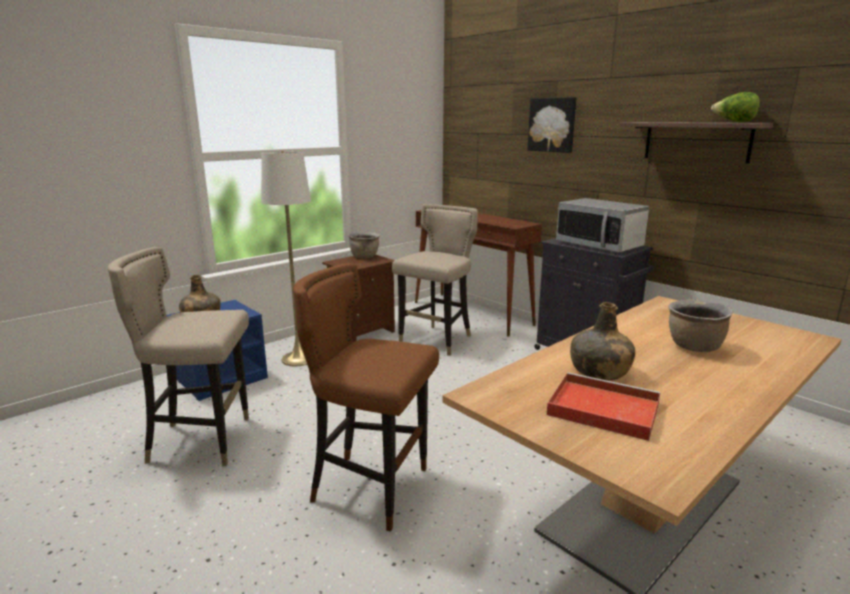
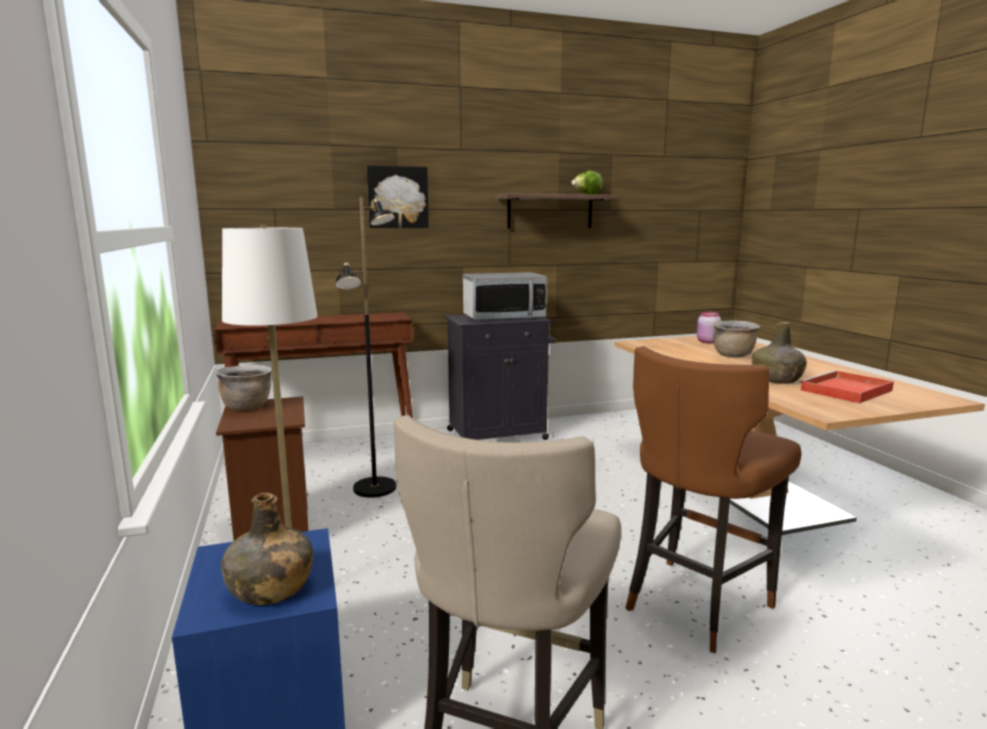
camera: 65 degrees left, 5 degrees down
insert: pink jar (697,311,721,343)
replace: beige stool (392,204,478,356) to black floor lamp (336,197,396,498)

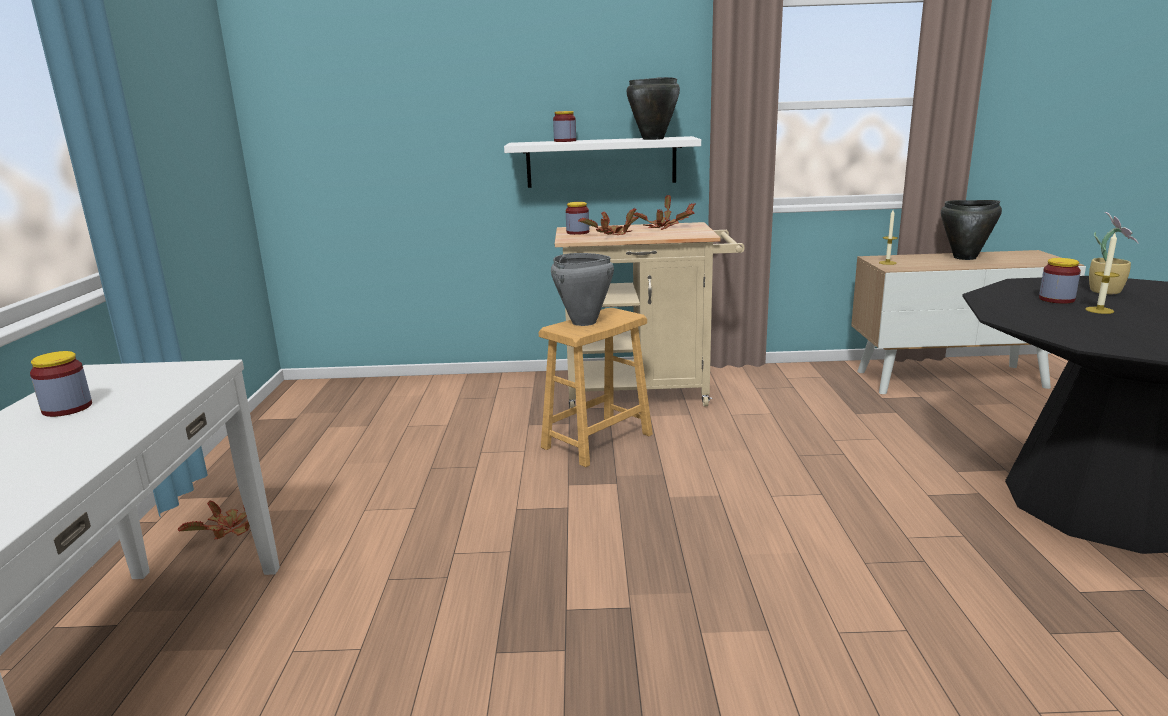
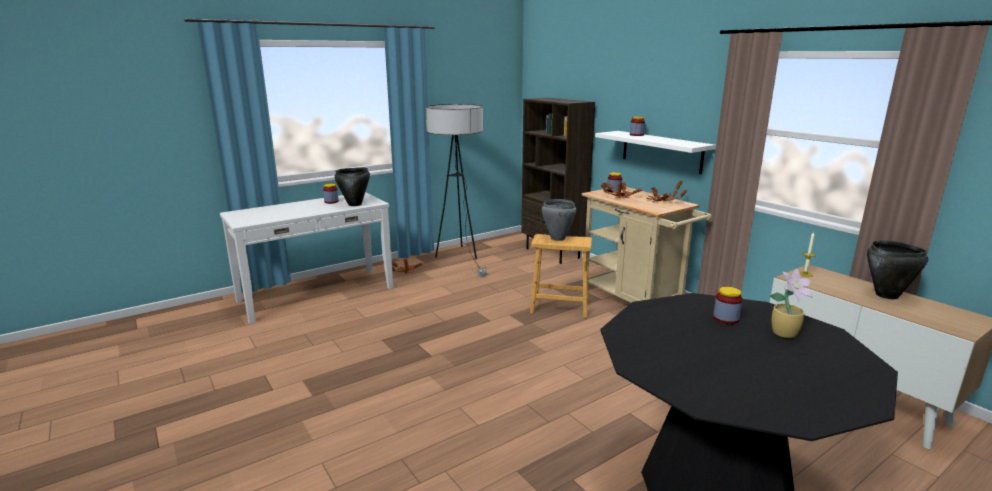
camera: 55 degrees right, 0 degrees up
delete: candle (1085,233,1119,314)
insert: floor lamp (426,104,487,277); brown bookcase (521,98,595,264)
move: black cooking pot (627,77,680,140) to (334,168,370,206)

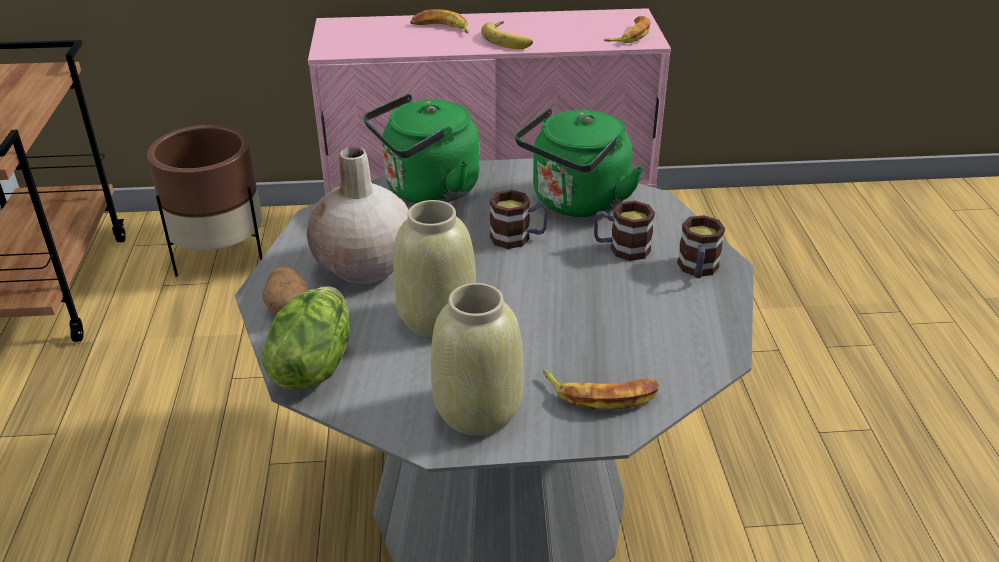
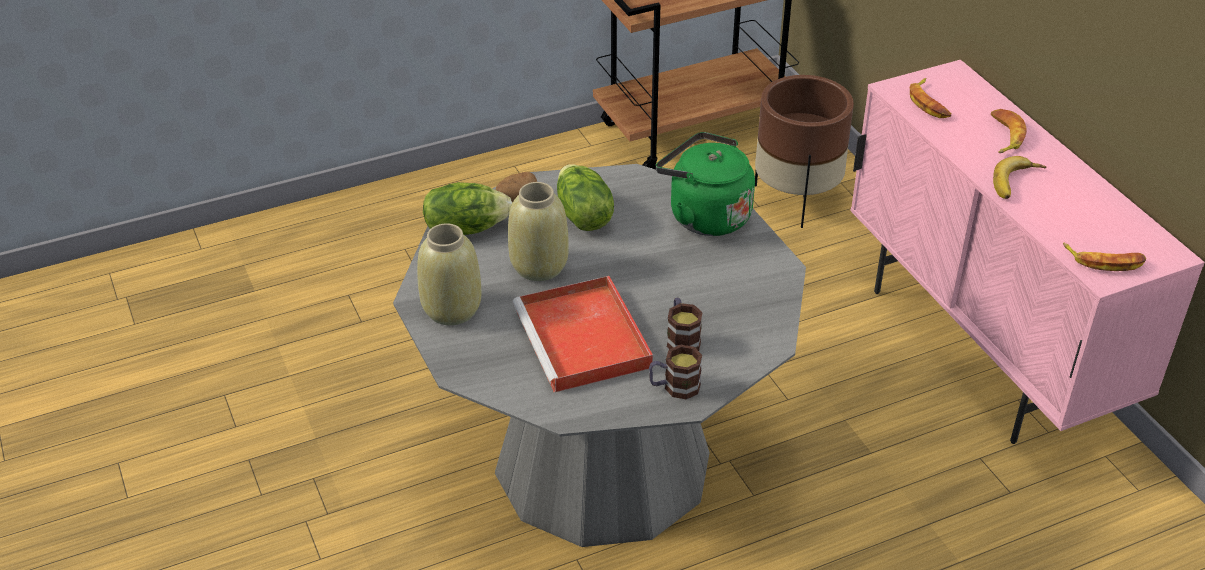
camera: 70 degrees right, 5 degrees up
delete: mug (490,190,549,249); green kettle (515,107,644,217)
insert: red tray (513,276,653,392)
move: banana (543,370,659,410) to (910,78,951,118)
replace: beige vase (307,147,409,284) to lettuce (557,164,614,231)

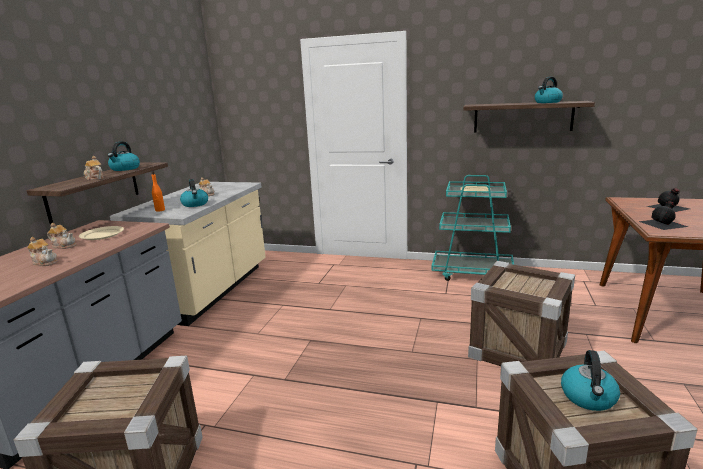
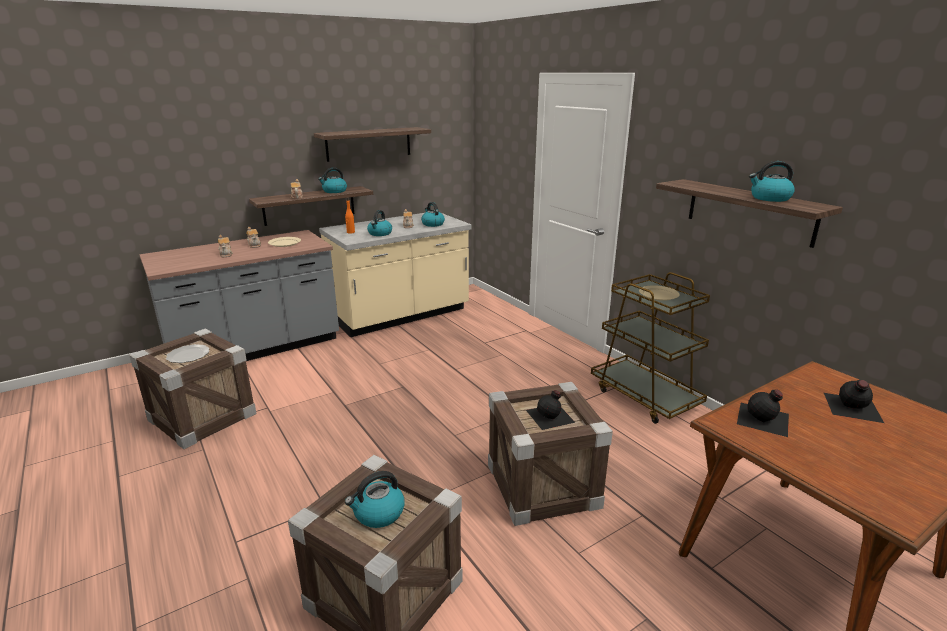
camera: 40 degrees right, 5 degrees up
insert: plate (166,344,210,363); shelf (314,127,431,162); kettle (421,202,445,227); black bottle (526,390,575,430)
recolor: turquoise cart (431,175,514,281) to brown cart (591,272,710,424)

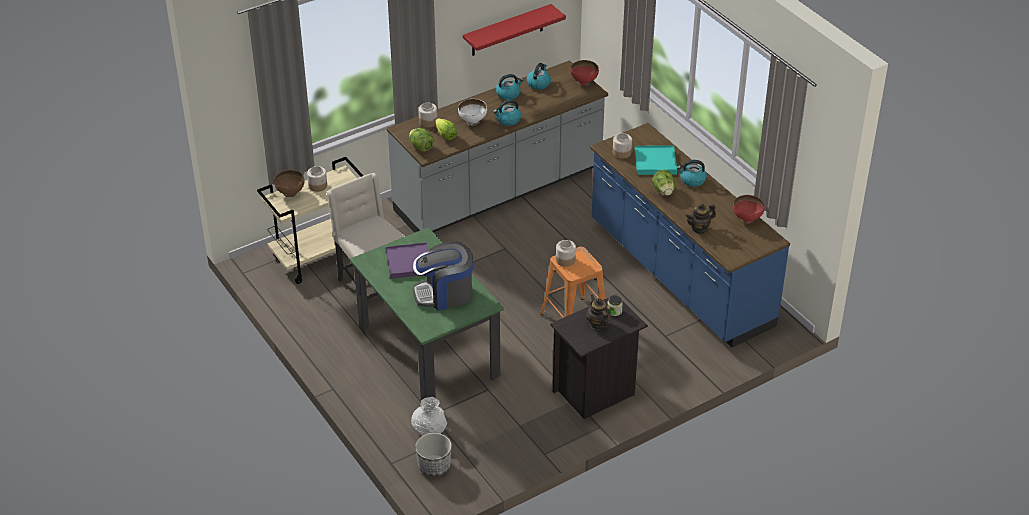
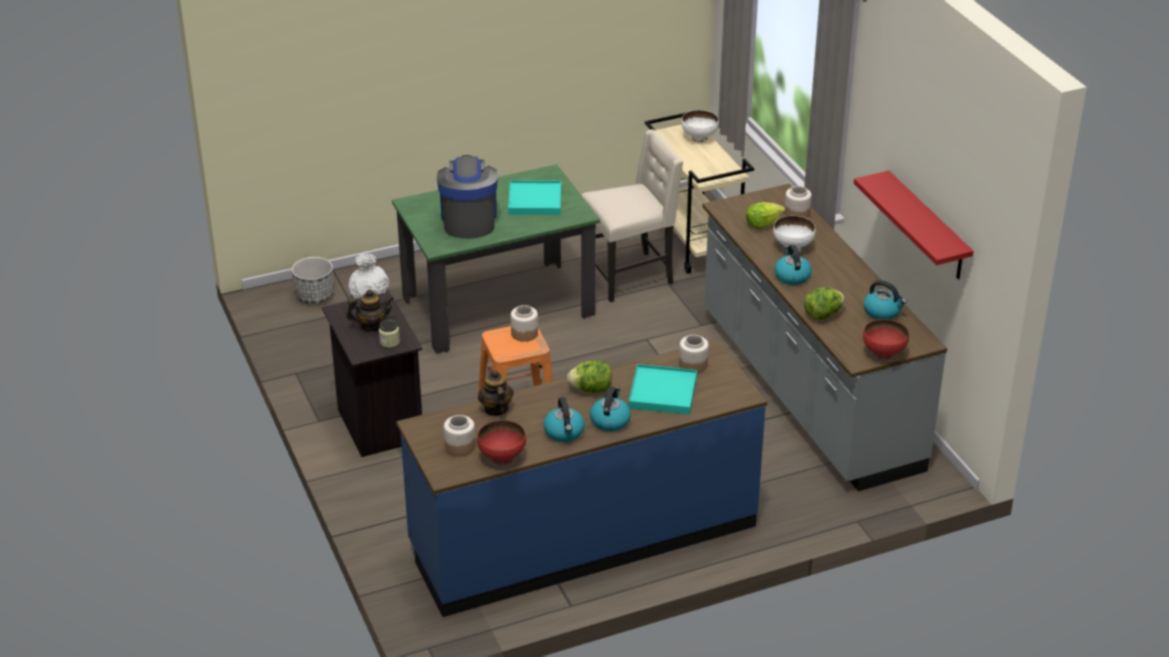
camera: 100 degrees right, 5 degrees down
move: jar (307,166,327,192) to (444,415,475,456); lettuce (409,128,434,152) to (804,287,845,320); kettle (496,74,523,100) to (543,397,585,442)
recolor: brown bowl (274,170,305,197) to white bowl (681,110,719,143); purple tray (386,242,429,279) to turquoise tray (508,180,561,215)

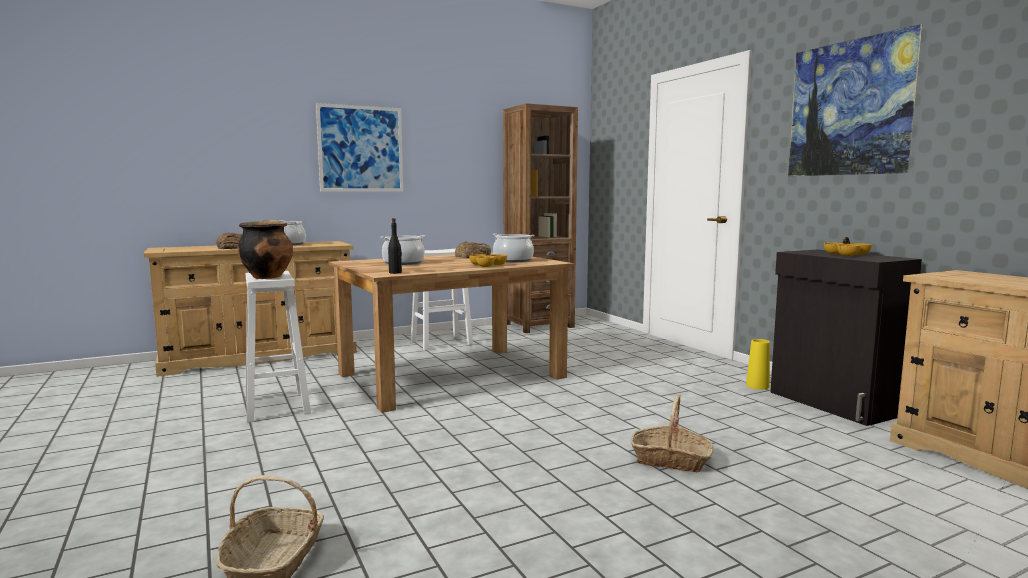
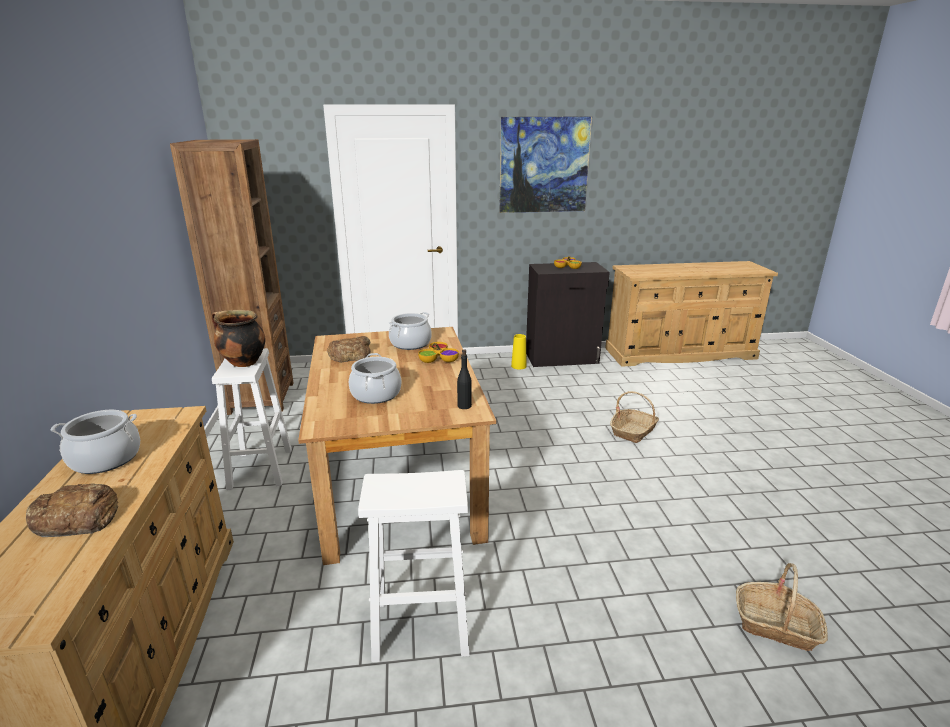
camera: 70 degrees left, 15 degrees up
delete: picture (316,103,403,191)
move: cooking pot (237,220,293,279) to (212,310,265,367)

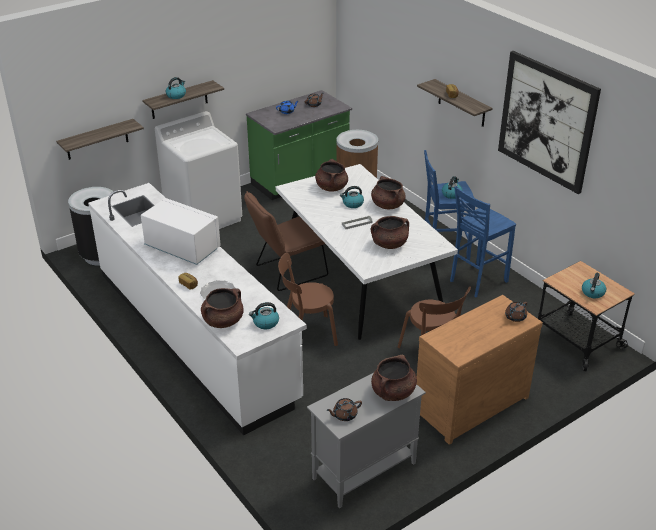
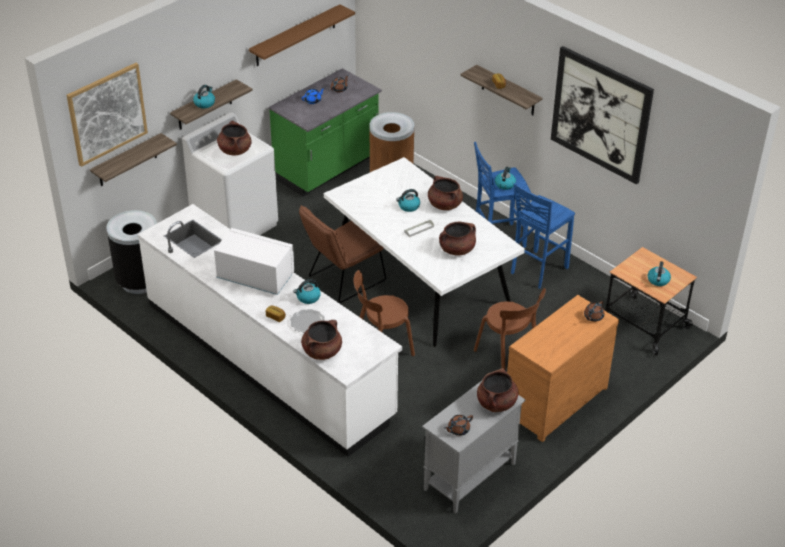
camera: 10 degrees left, 5 degrees up
insert: picture (67,63,148,167); brown shelf (249,4,355,66)
move: kettle (249,302,279,329) to (293,279,321,304); brown cooking pot (315,159,348,192) to (217,121,252,156)

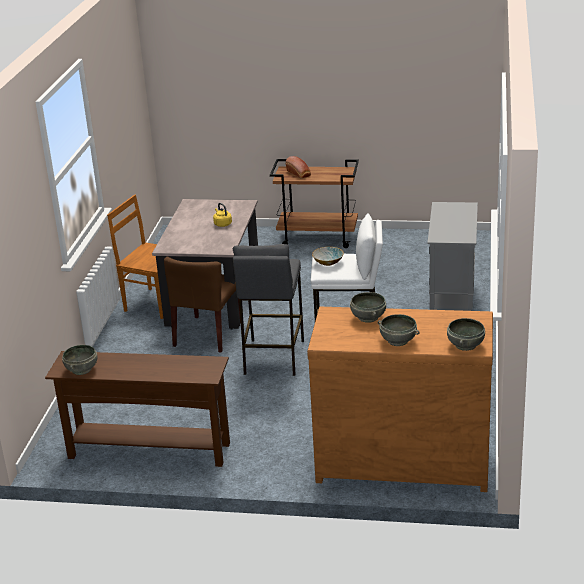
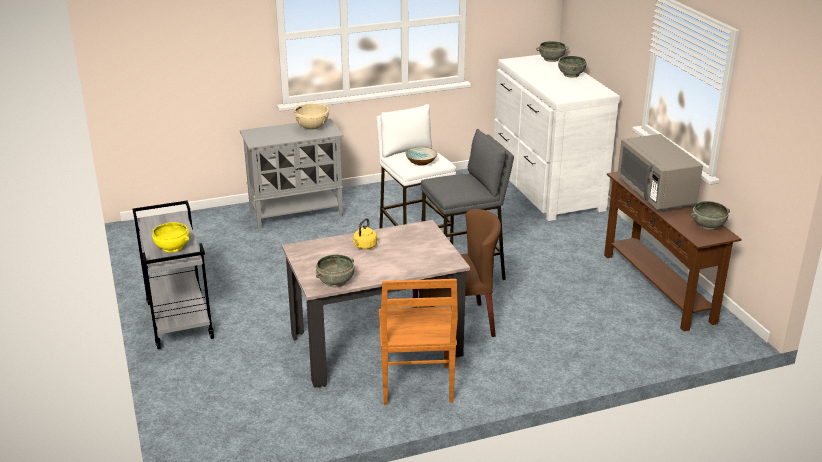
camera: 120 degrees left, 0 degrees up
insert: beige cooking pot (294,103,329,129); grey microwave (617,134,703,211)
move: grey bowl (350,292,386,323) to (316,254,355,287)
replace: bread (286,156,311,179) to yellow bowl (152,222,189,253)
recolor: brown cart (270,159,359,248) to grey cart (132,200,214,349); brown dresser (307,307,493,492) to white dresser (494,55,620,221)

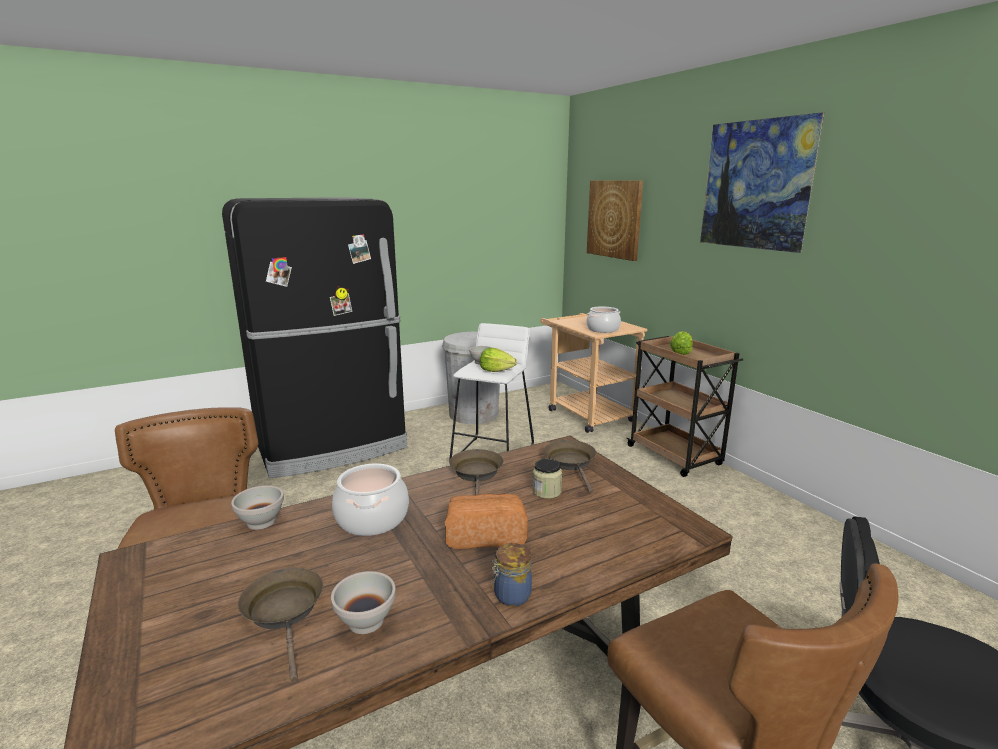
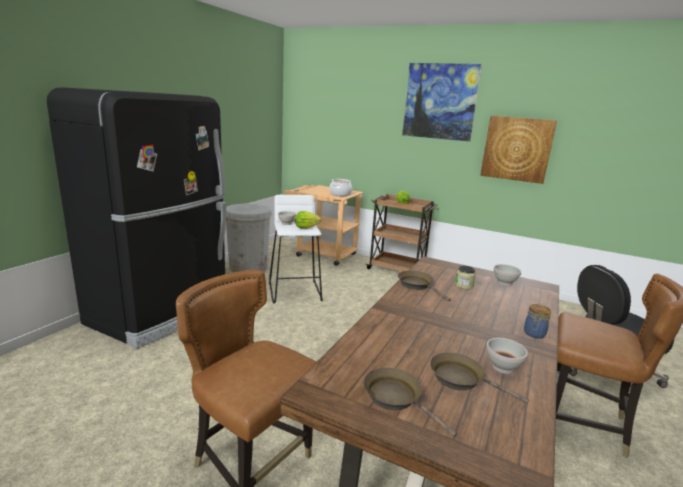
camera: 35 degrees left, 0 degrees up
delete: cooking pot (332,464,409,536); bread (445,494,528,549)
move: white bowl (231,485,284,530) to (494,264,521,286); brown frying pan (544,440,596,493) to (363,367,457,437); picture (587,180,643,261) to (480,116,557,184)

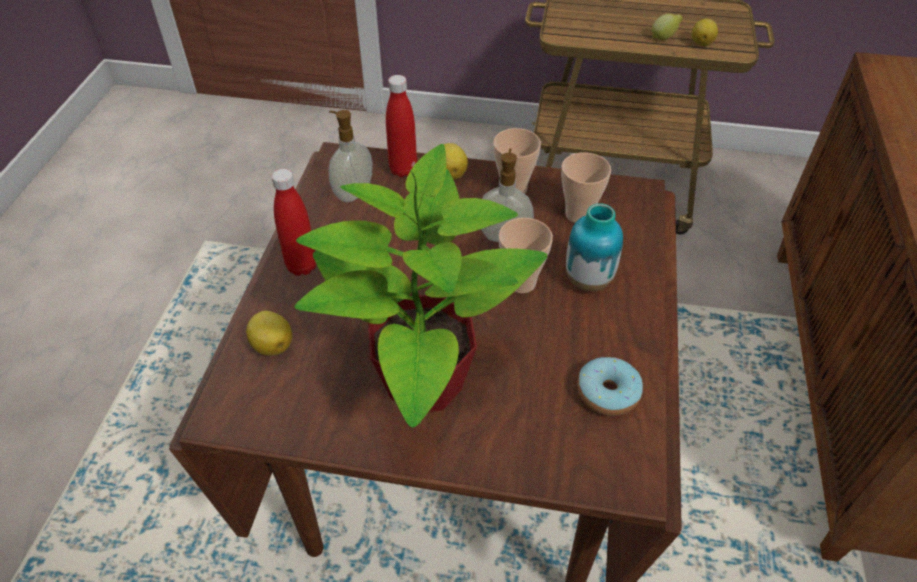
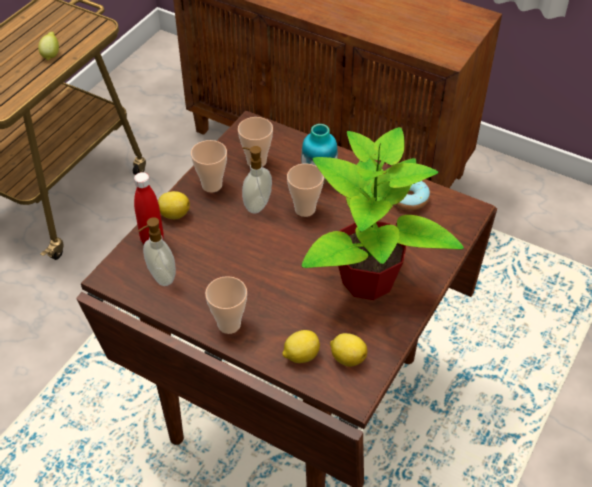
camera: 70 degrees left, 0 degrees up
move: lemon (692,19,718,46) to (330,333,367,367)
replace: red bottle (271,168,316,276) to cup (205,276,247,334)

